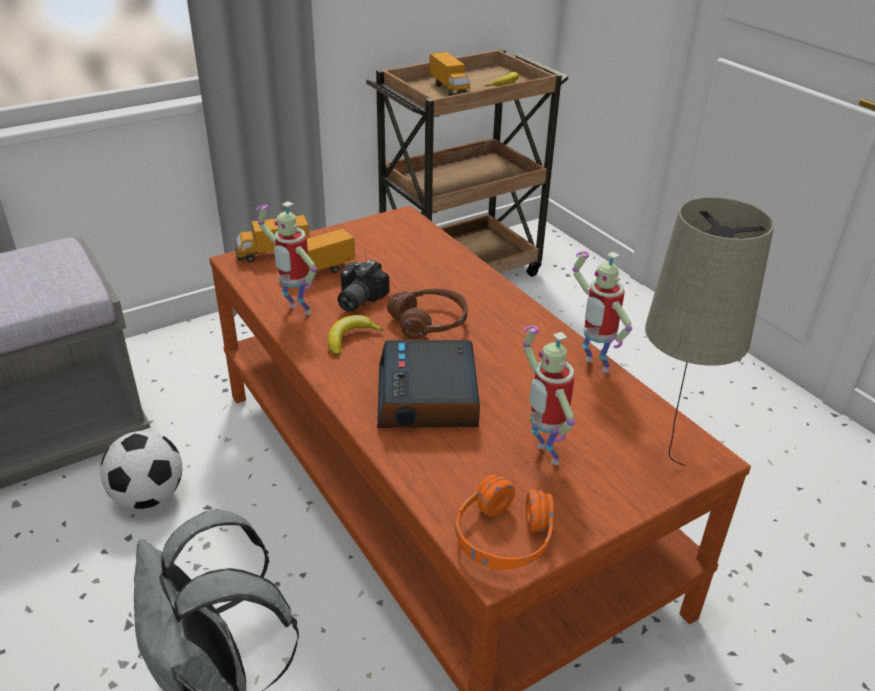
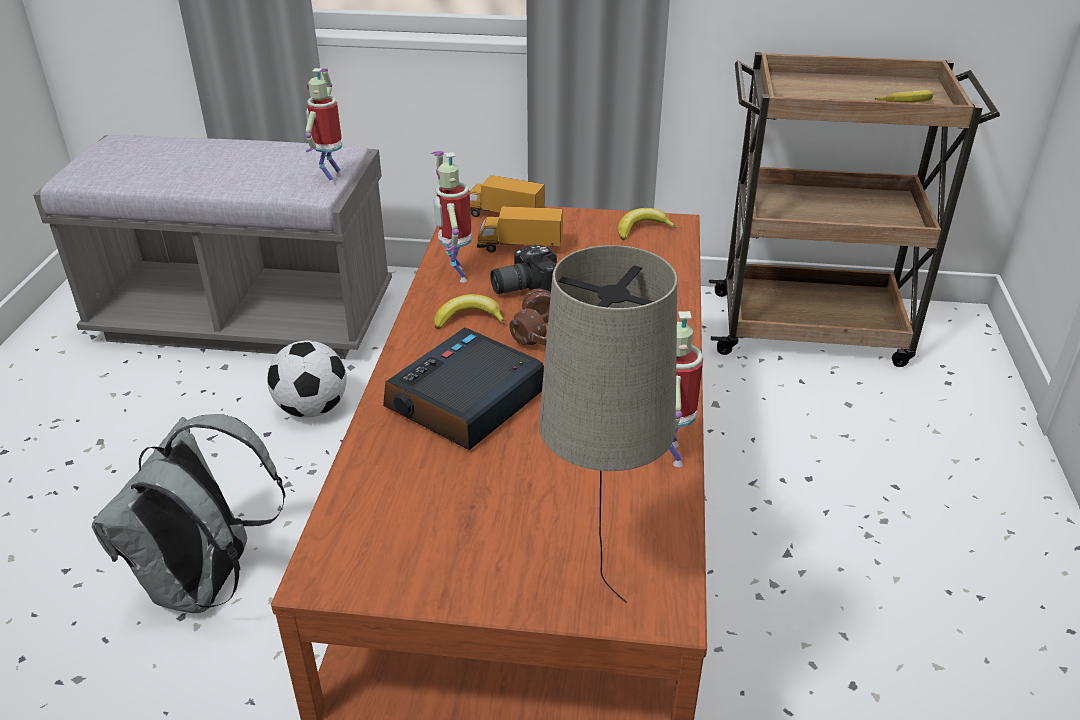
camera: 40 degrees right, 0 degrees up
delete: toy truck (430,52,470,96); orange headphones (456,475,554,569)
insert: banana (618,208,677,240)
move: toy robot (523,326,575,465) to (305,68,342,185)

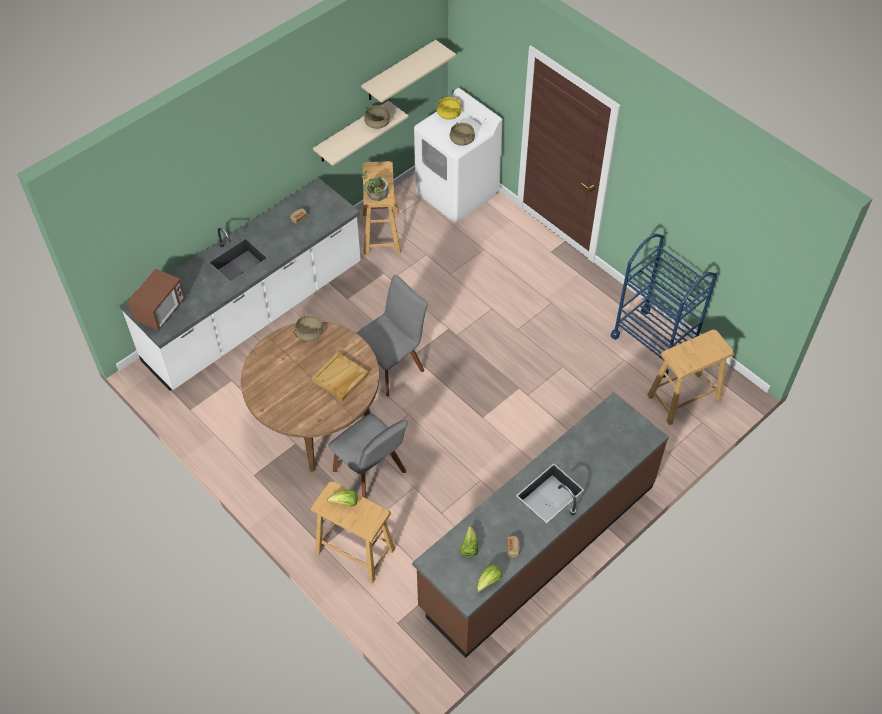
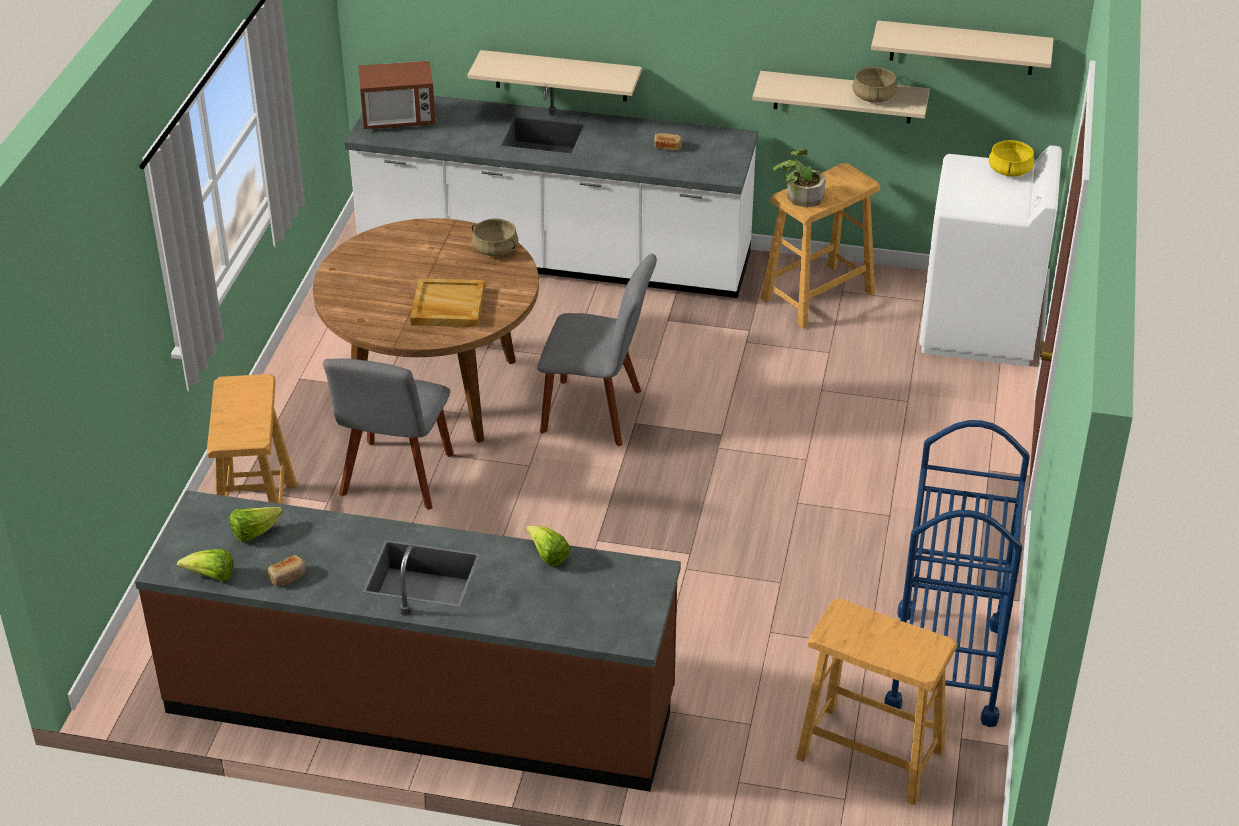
camera: 55 degrees right, 15 degrees down
delete: beige cooking pot (450,123,475,146)
insert: beige shelf (468,50,642,101)
move: lettuce (327,489,357,506) to (526,525,570,567)

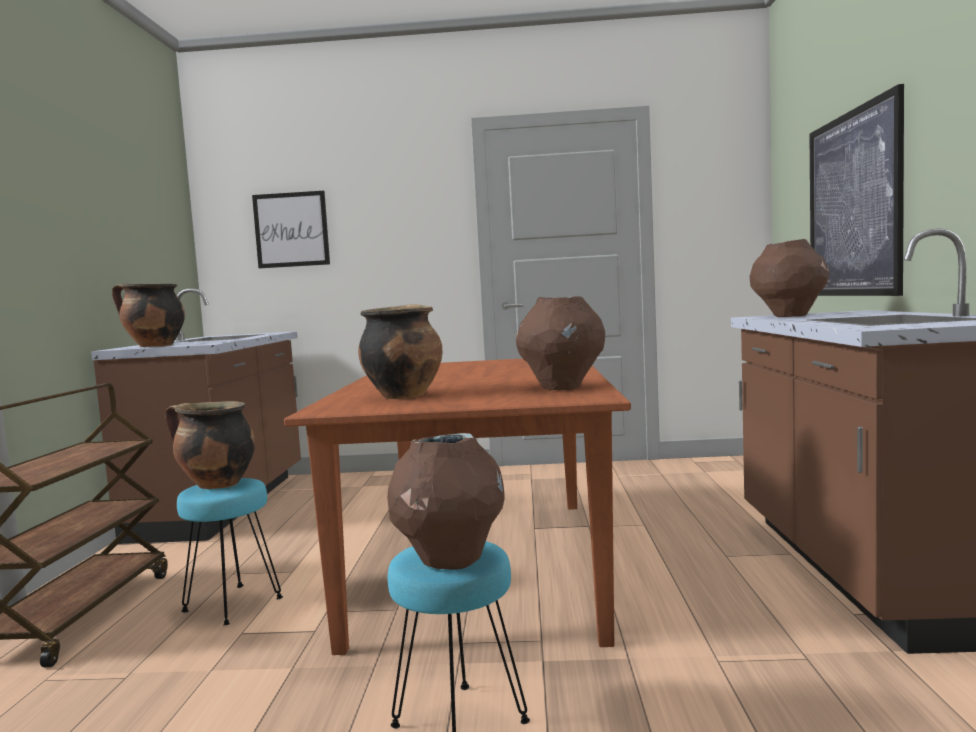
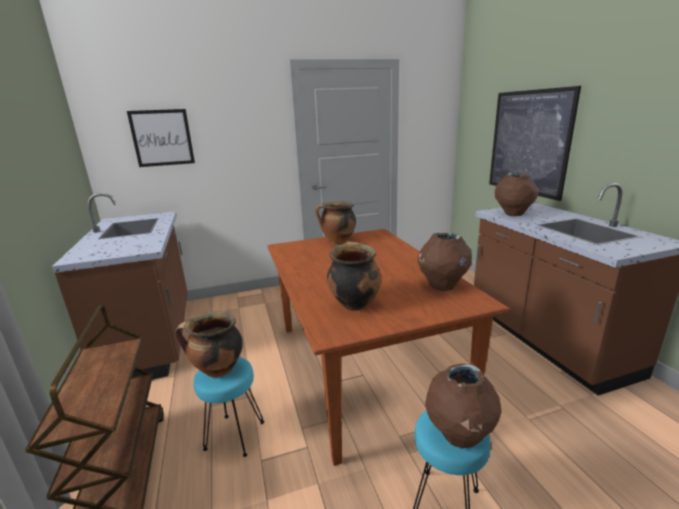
camera: 20 degrees left, 15 degrees up
move: cooking pot (112,284,185,347) to (315,201,356,243)

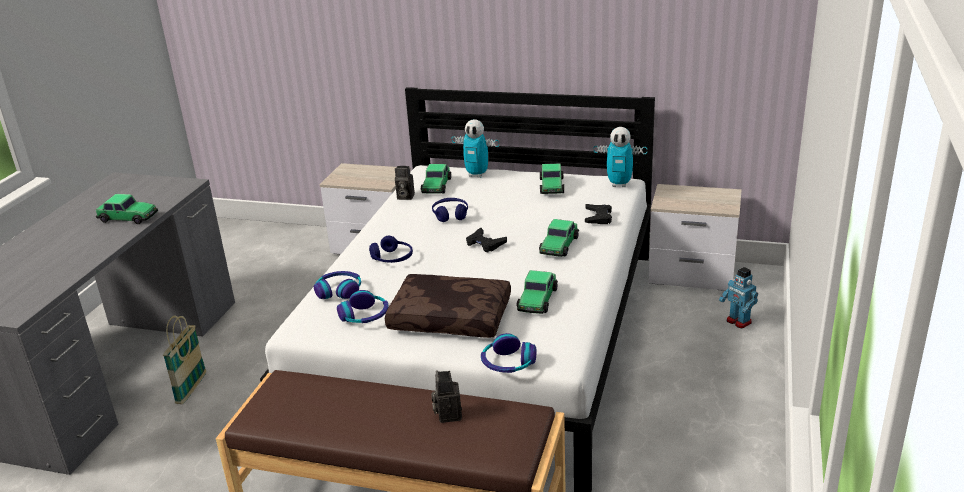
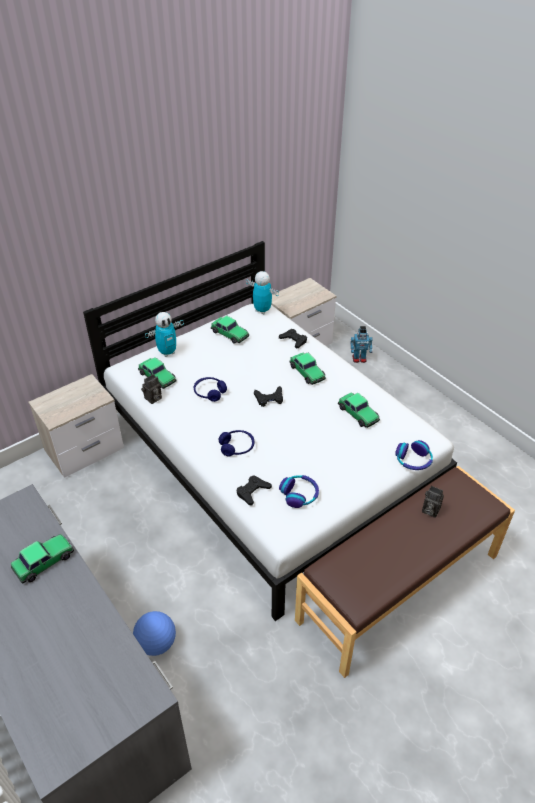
camera: 55 degrees left, 15 degrees up
delete: brown pillow (385,274,511,338)
replace: basket (163,316,206,404) to football (133,611,176,656); headphones (314,271,361,299) to black game controller (236,475,272,505)
rotate: toy robot (594,127,647,187) = (246,271,279,314) 105 degrees counterclockwise

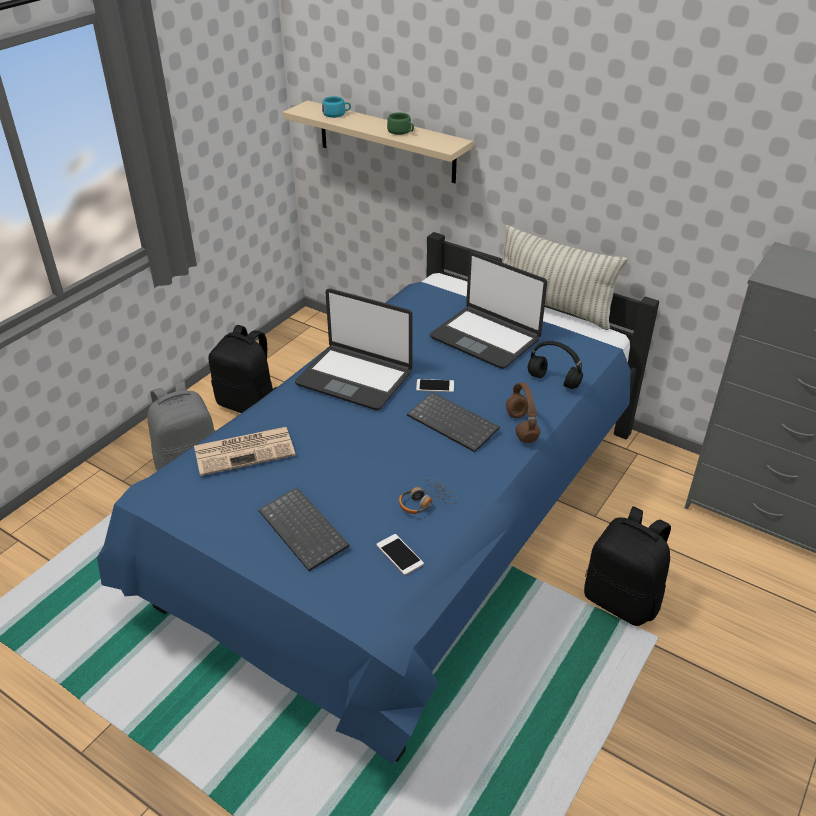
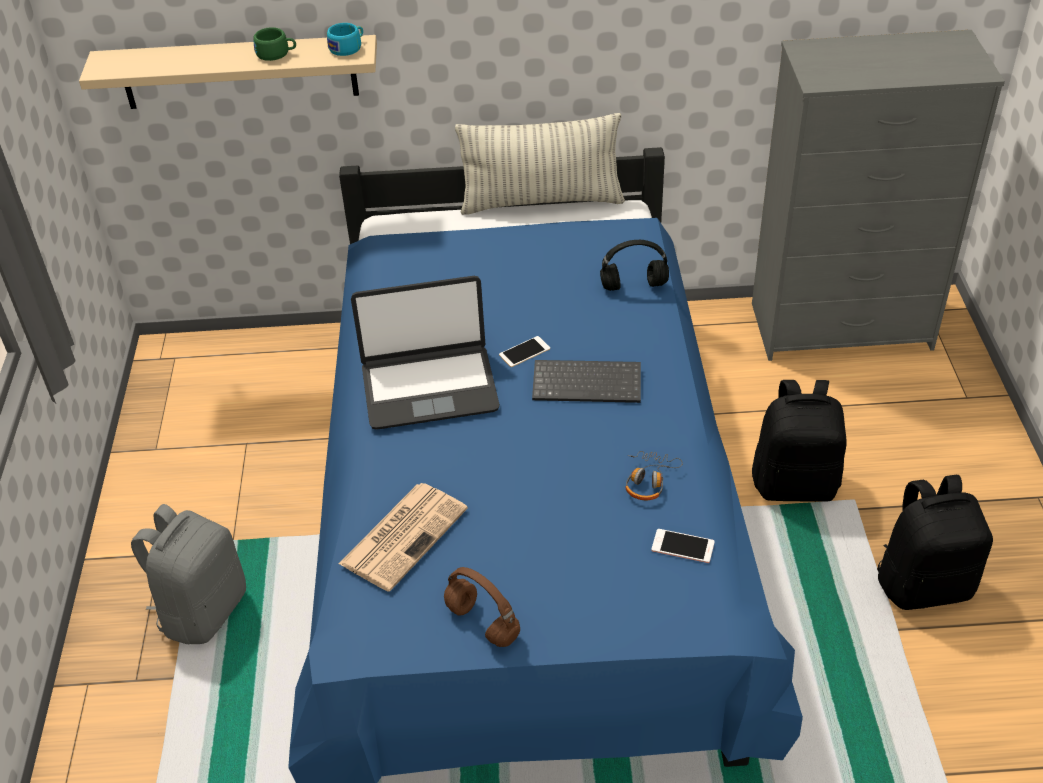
camera: 35 degrees left, 5 degrees up
delete: keyboard (258,488,350,571); laptop (430,252,547,369)
move: black backpack (209,325,277,413) to (877,475,993,610); turquoise cup (322,96,351,118) to (327,23,363,56); brown headphones (506,382,540,443) to (444,567,520,647)

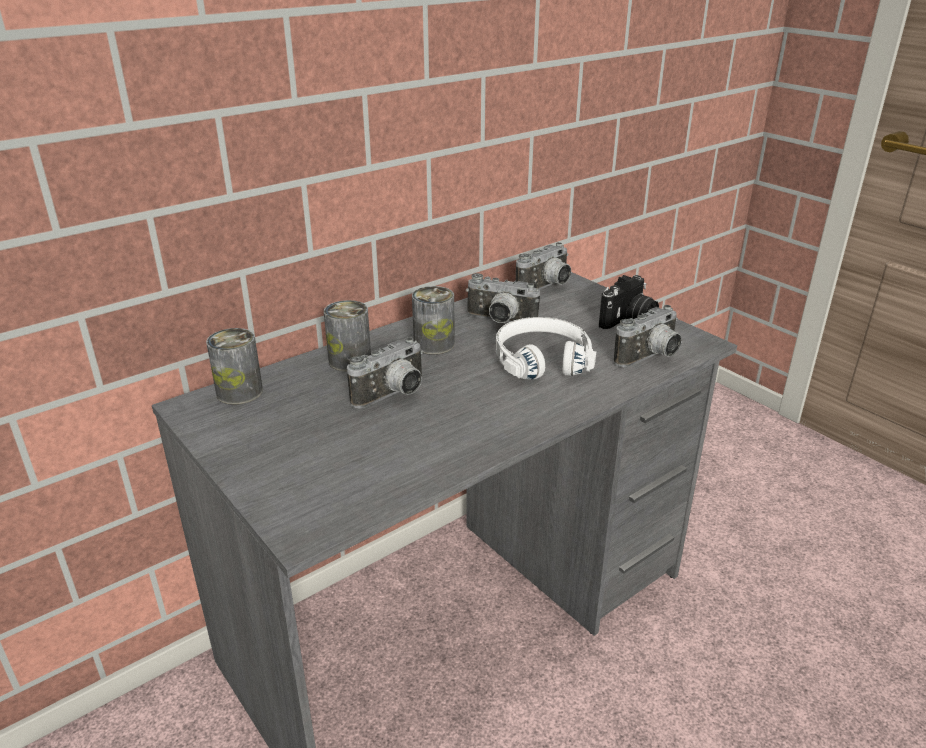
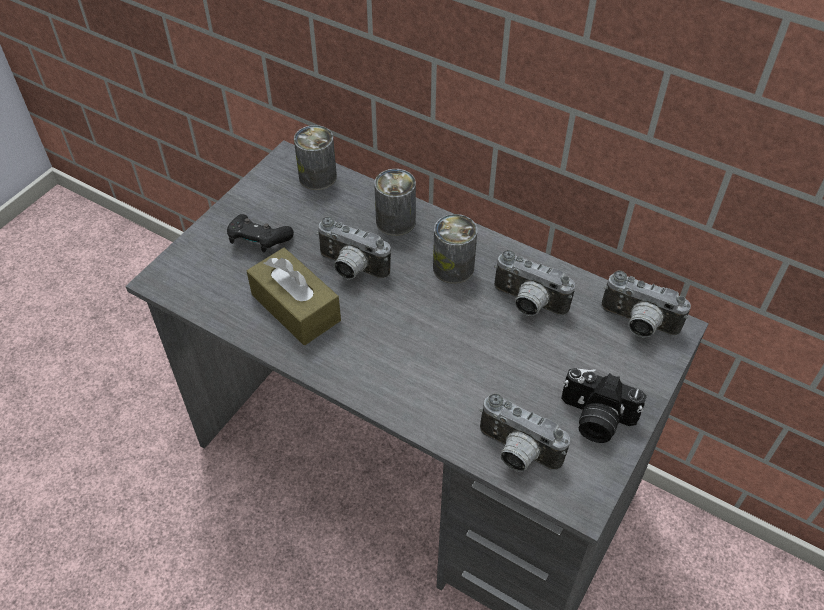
camera: 70 degrees right, 20 degrees up
delete: white headphones (496,317,596,379)
insert: black game controller (227,214,294,252); brown tissue box (247,248,341,345)
rotate: photo camera (466,273,540,323) = (494,250,575,316) 60 degrees counterclockwise

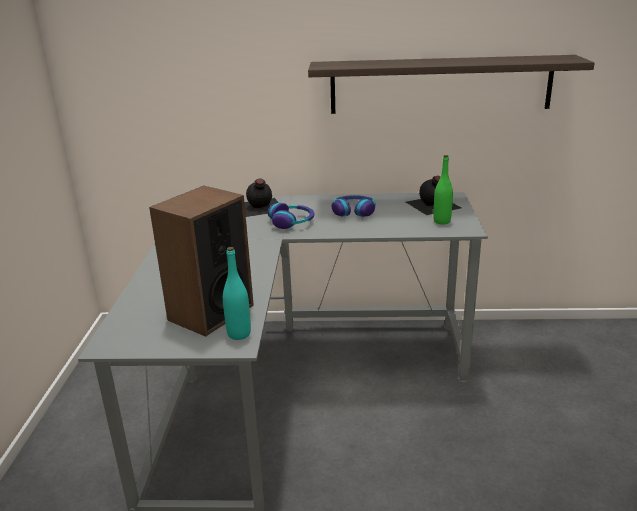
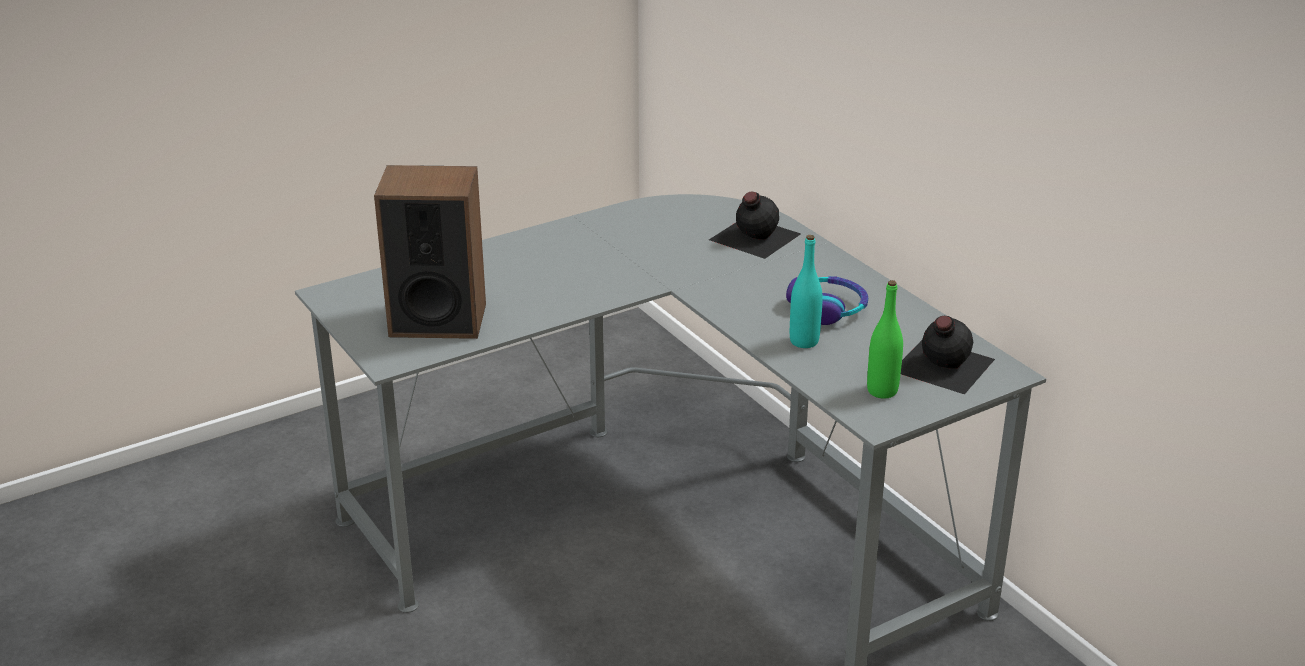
camera: 55 degrees right, 5 degrees up
delete: headphones (267,203,314,229); shelf (308,55,594,114)
move: turquoise bottle (223,247,251,340) to (790,235,823,348)

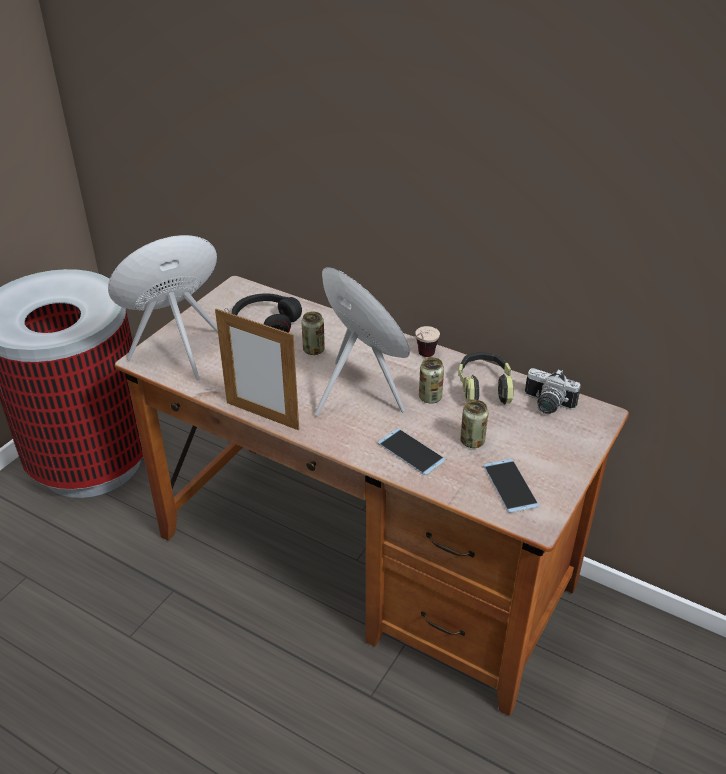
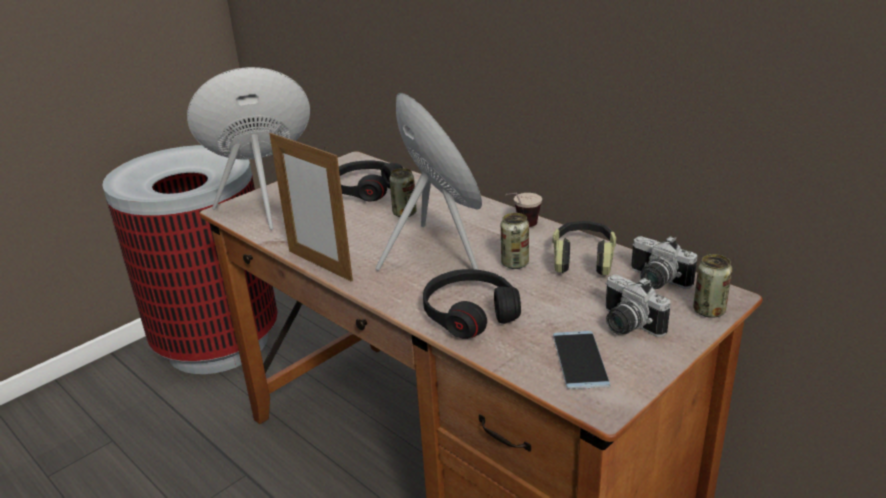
camera: 15 degrees right, 10 degrees down
insert: photo camera (606,274,671,337)
move: can (460,400,488,448) to (693,254,732,318)
replace: phone (378,428,446,475) to black headphones (423,269,521,339)

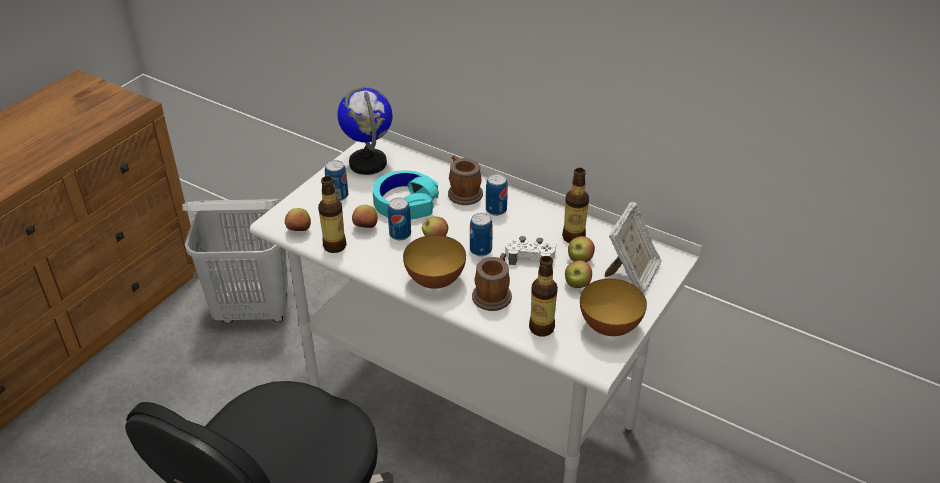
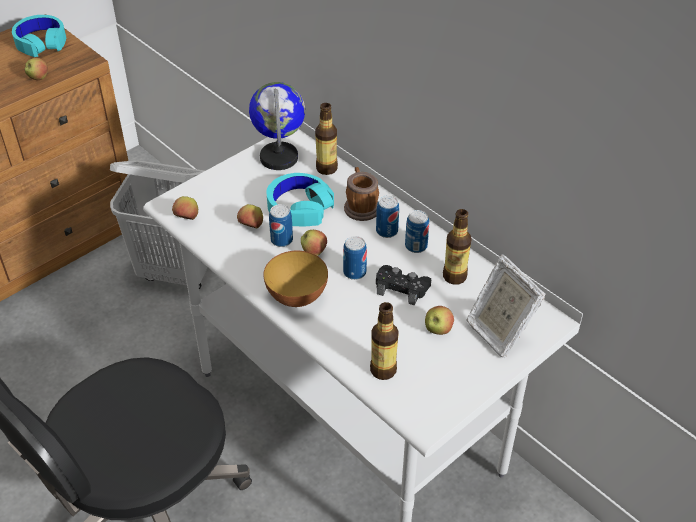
camera: 15 degrees right, 5 degrees up
delete: mug (472,253,512,311); bowl (580,279,647,336)
insert: turquoise headphones (12,15,66,57)
move: bottle (318,176,347,253) to (315,103,338,175); can (325,160,348,201) to (405,210,429,253); apple (568,236,595,262) to (25,58,48,80)
recolor: white game controller (505,236,556,265) to black game controller (376,265,431,305)
rotate: picture frame (605,202,662,293) = (466,254,546,358) 105 degrees clockwise

